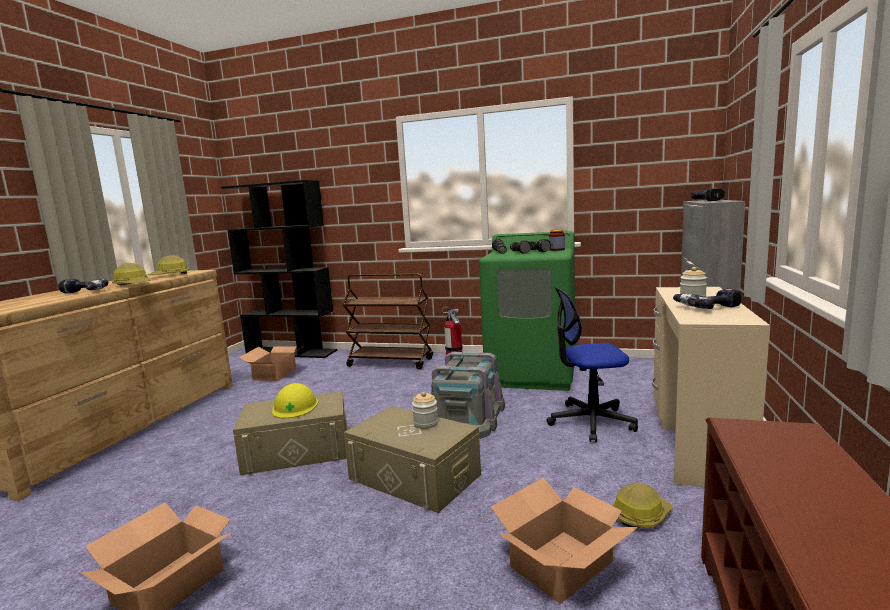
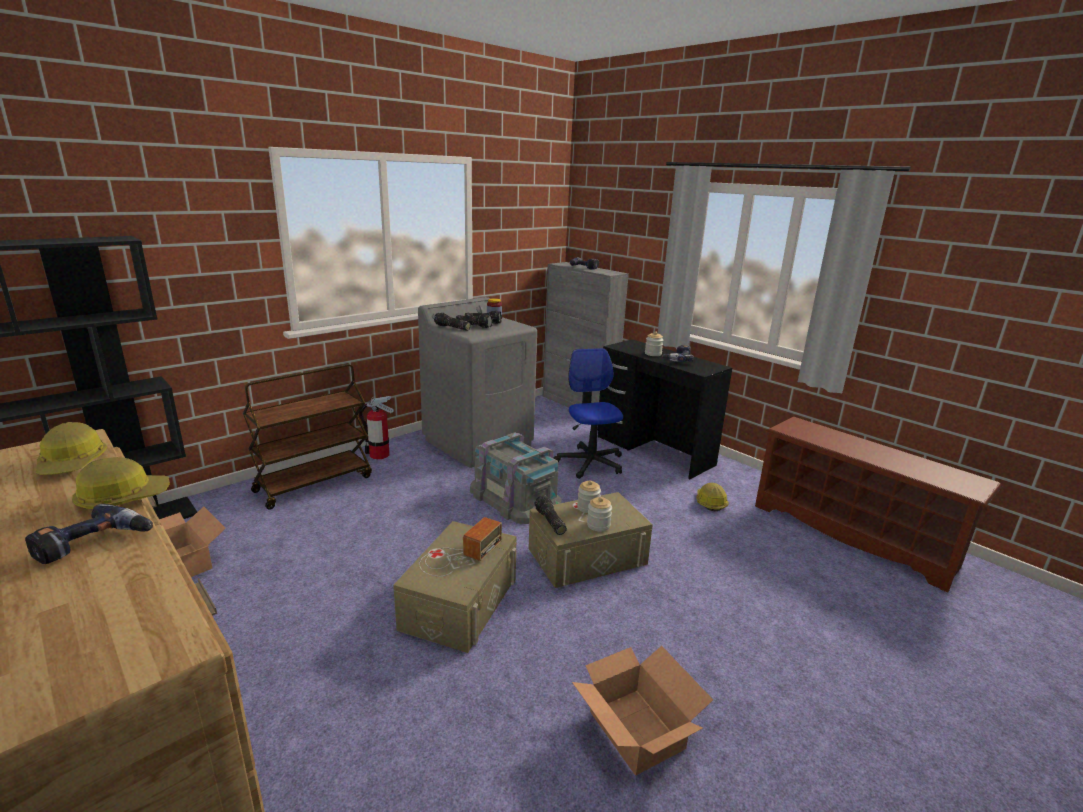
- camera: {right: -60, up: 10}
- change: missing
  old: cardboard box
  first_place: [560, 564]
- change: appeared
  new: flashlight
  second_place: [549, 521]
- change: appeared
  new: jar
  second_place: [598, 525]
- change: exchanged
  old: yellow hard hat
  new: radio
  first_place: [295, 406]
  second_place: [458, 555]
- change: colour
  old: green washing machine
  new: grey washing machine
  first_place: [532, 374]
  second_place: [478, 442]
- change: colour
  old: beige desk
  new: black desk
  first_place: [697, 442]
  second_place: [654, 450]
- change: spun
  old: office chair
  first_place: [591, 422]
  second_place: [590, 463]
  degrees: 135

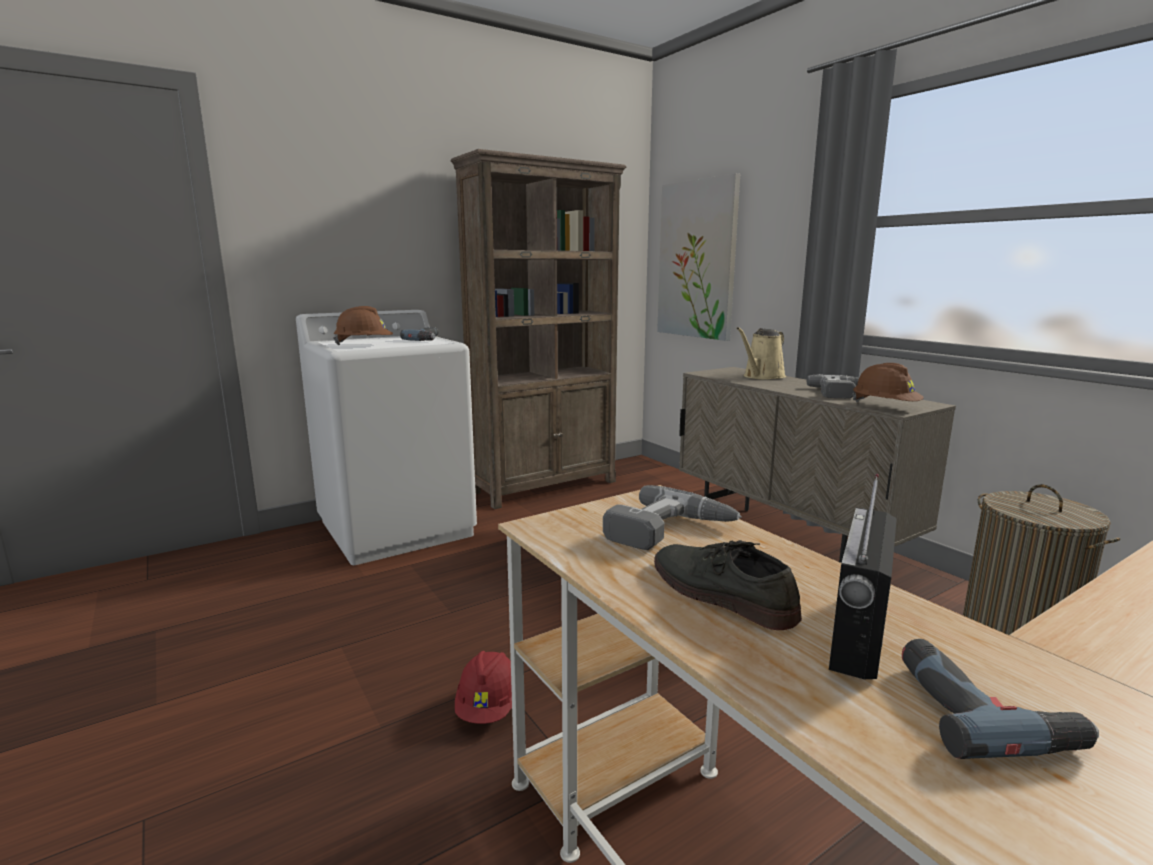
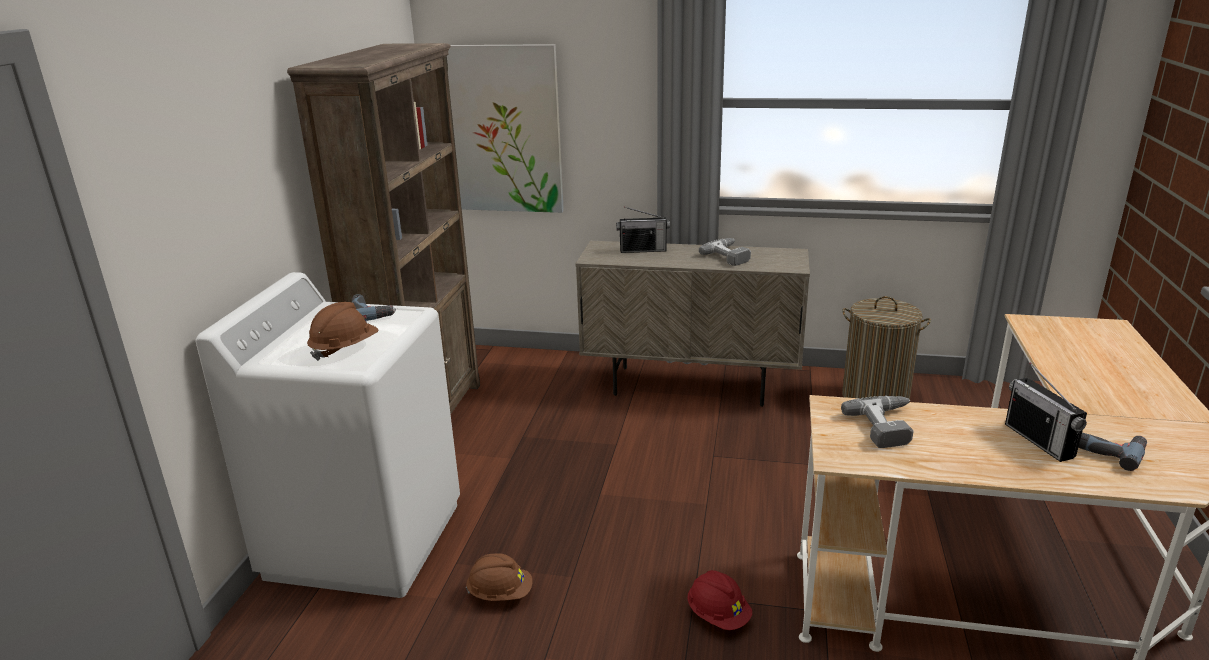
- camera: {right: -45, up: 10}
- change: missing
  old: grey shoe
  first_place: [719, 593]
- change: relocated
  old: brown hard hat
  first_place: [885, 407]
  second_place: [500, 593]
- change: exchanged
  old: beige watering can
  new: radio
  first_place: [762, 377]
  second_place: [643, 250]

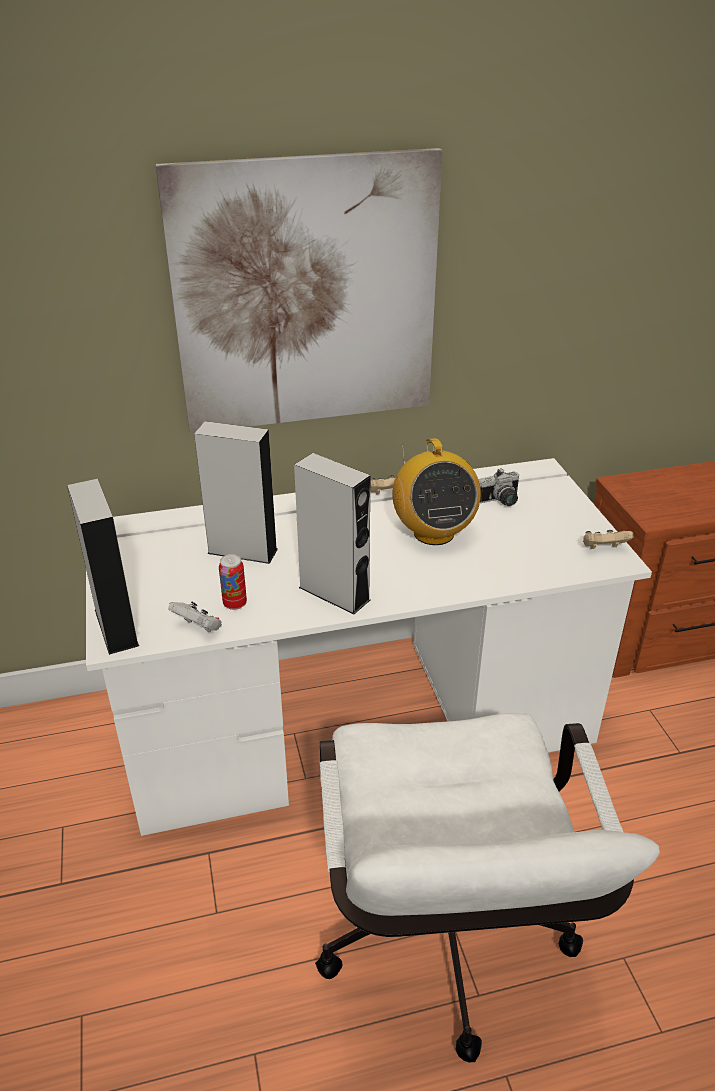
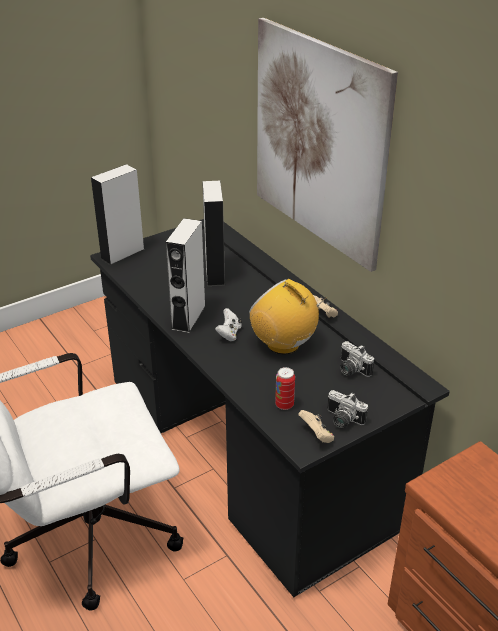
- camera: {right: 70, up: 0}
- change: appeared
  new: photo camera
  second_place: [342, 420]
- change: relocated
  old: white game controller
  first_place: [198, 627]
  second_place: [229, 334]
- change: relocated
  old: can
  first_place: [235, 604]
  second_place: [284, 405]
- change: colour
  old: white desk
  new: black desk
  first_place: [357, 719]
  second_place: [249, 448]
- change: spun
  old: radio
  first_place: [433, 533]
  second_place: [283, 344]
  degrees: 75

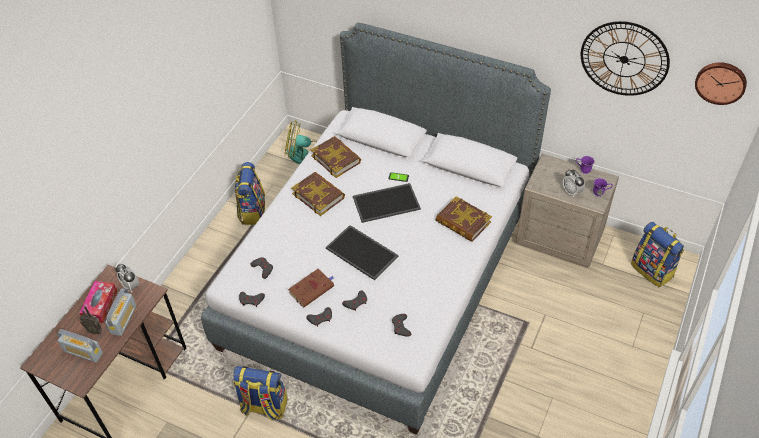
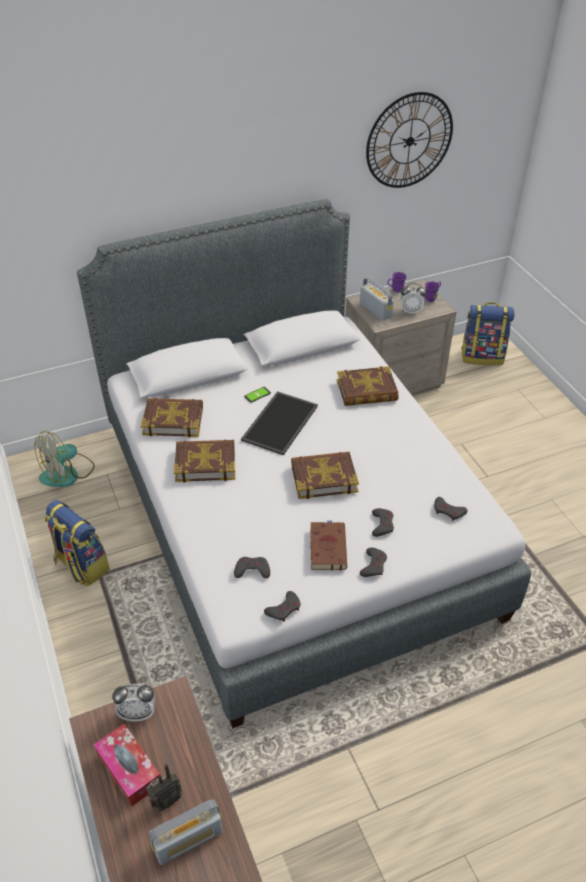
- camera: {right: -50, up: -5}
- change: missing
  old: backpack
  first_place: [263, 406]
- change: missing
  old: wall clock
  first_place: [721, 82]
- change: relocated
  old: radio
  first_place: [123, 319]
  second_place: [375, 310]
- change: exchanged
  old: tray
  new: book
  first_place: [363, 252]
  second_place: [323, 478]

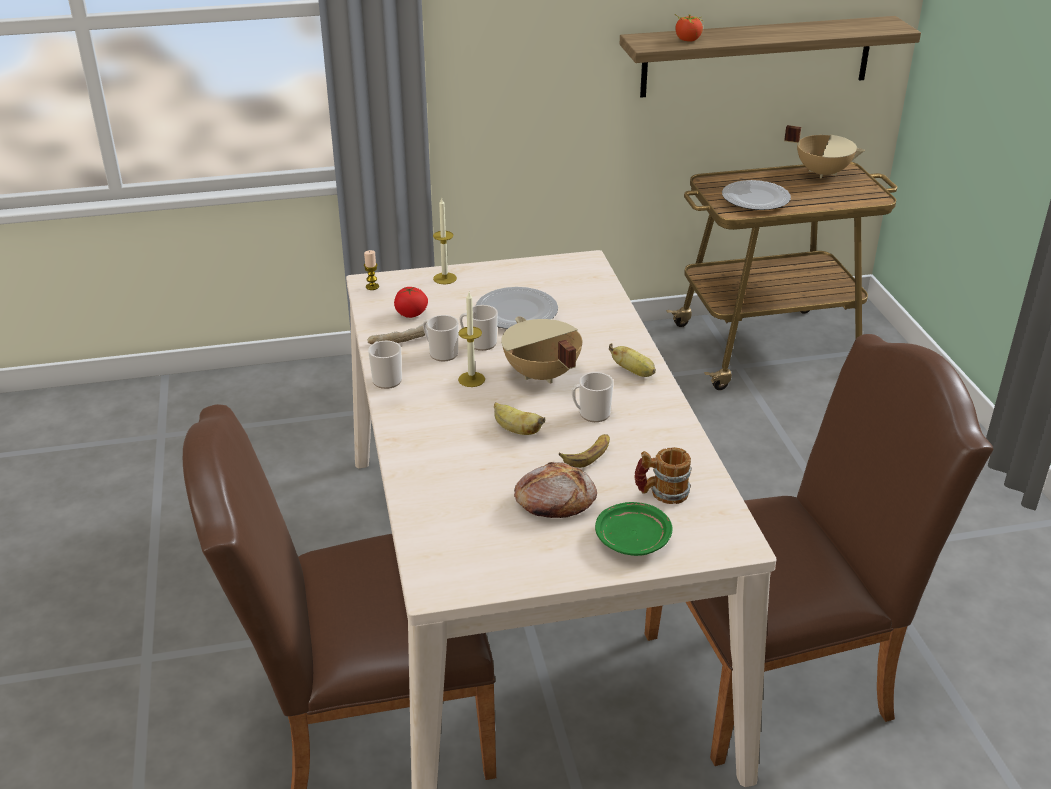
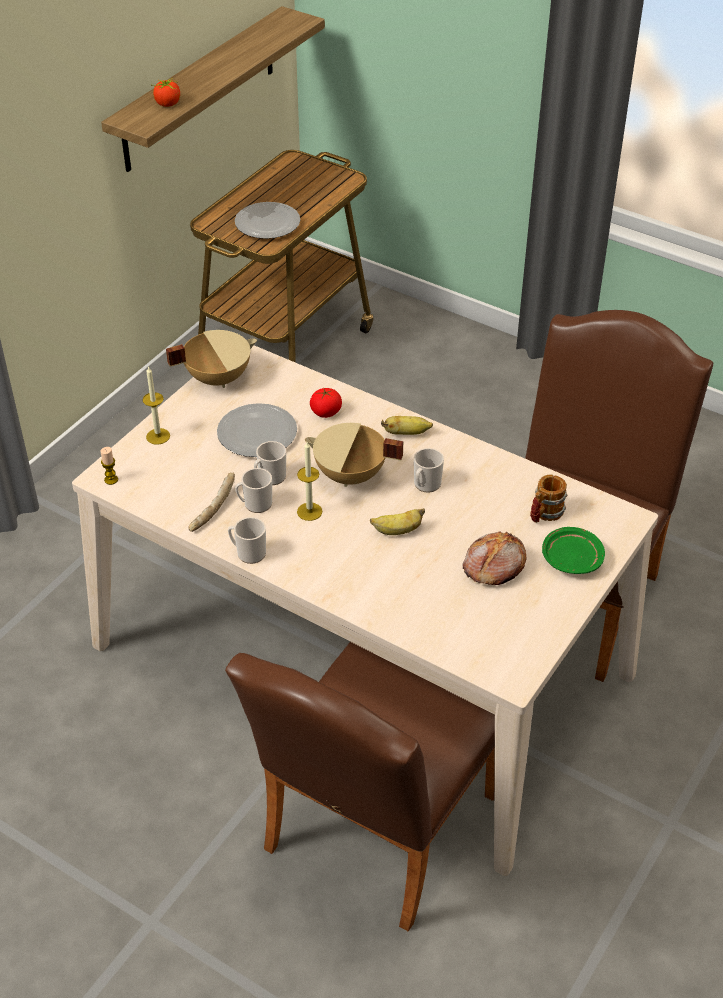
- camera: {right: -45, up: 10}
- change: missing
  old: banana
  first_place: [588, 454]
- change: relocated
  old: tomato
  first_place: [411, 314]
  second_place: [326, 412]
- change: relocated
  old: beige cooking pot
  first_place: [822, 172]
  second_place: [217, 377]

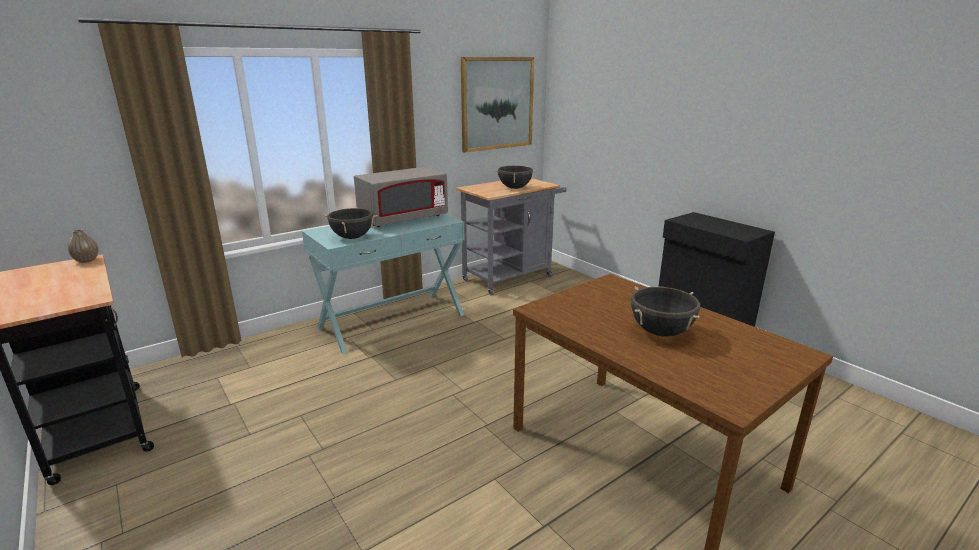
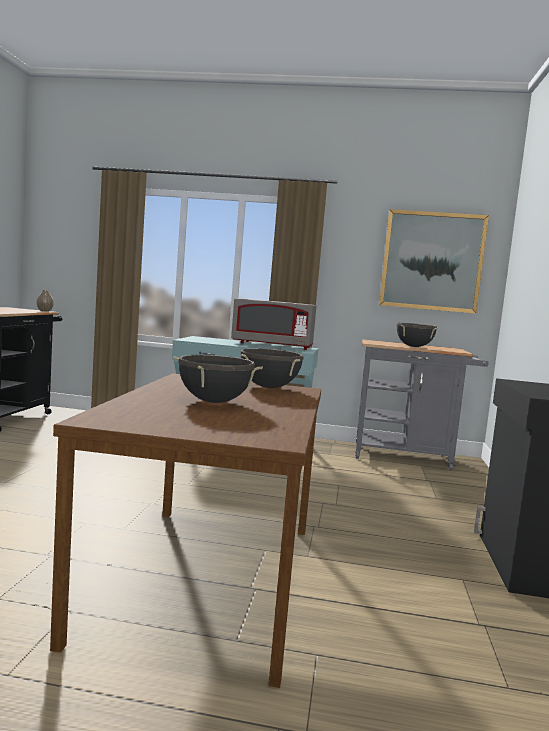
- camera: {right: 45, up: -15}
- change: relocated
  old: black cooking pot
  first_place: [352, 237]
  second_place: [269, 387]

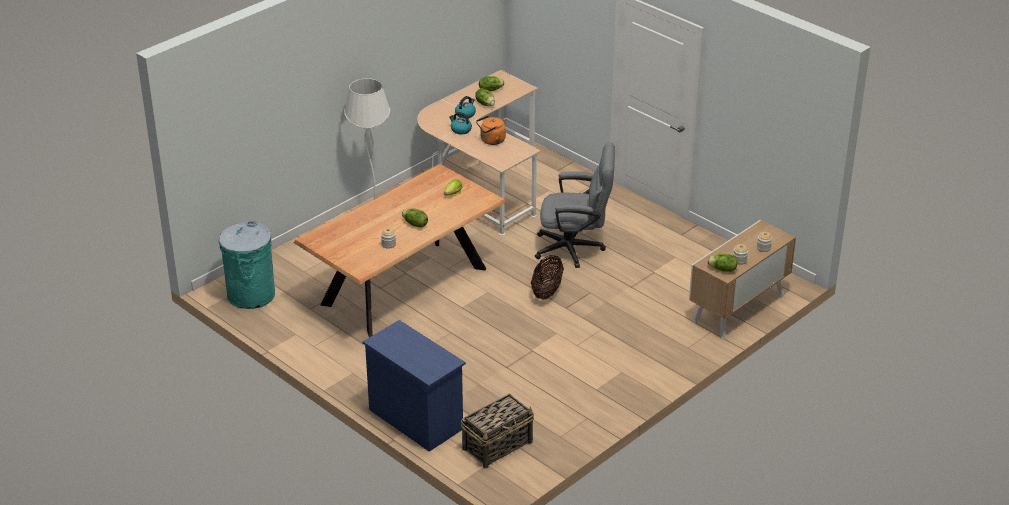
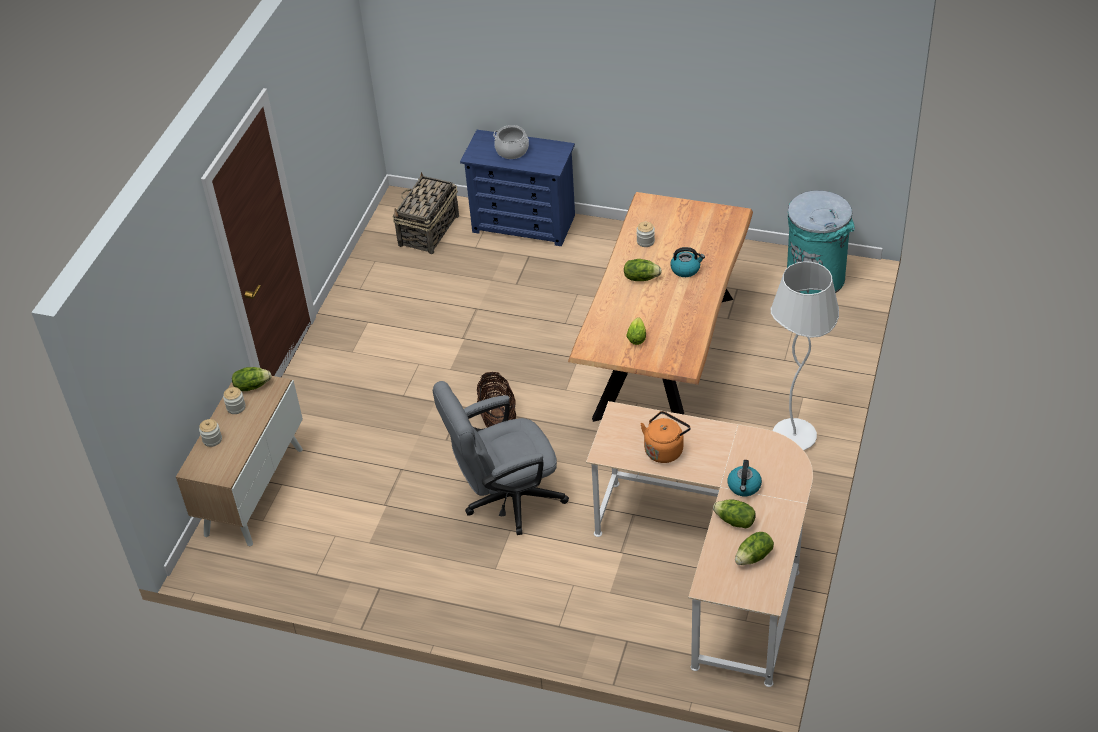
- camera: {right: 155, up: 10}
- change: appeared
  new: cooking pot
  second_place: [512, 150]
- change: relocated
  old: kettle
  first_place: [460, 130]
  second_place: [686, 269]

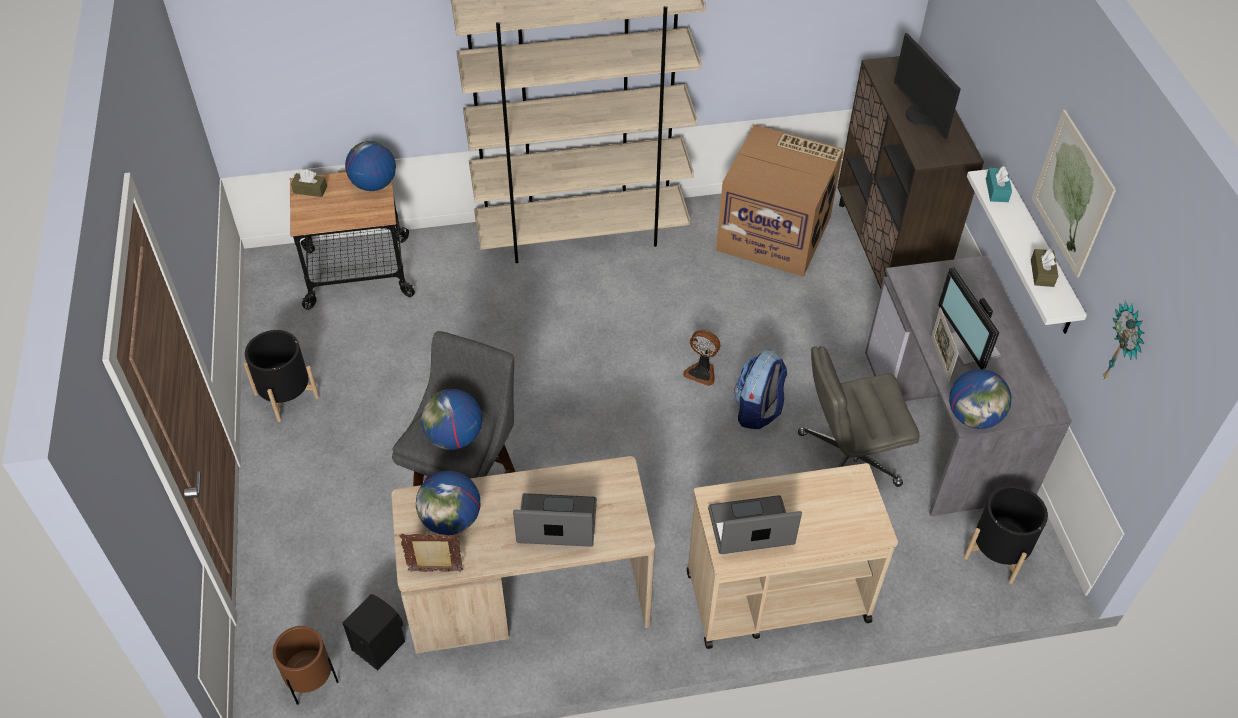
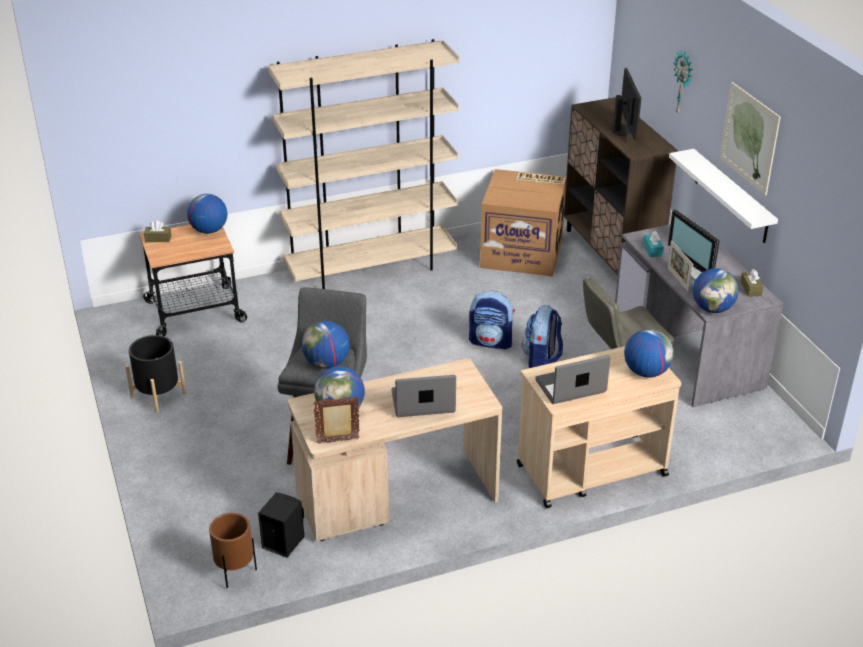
- camera: {right: -10, up: -15}
- change: missing
  old: black planter
  first_place: [997, 552]
- change: appeared
  new: globe
  second_place: [646, 372]
- change: relocated
  old: turquoise tissue box
  first_place: [996, 190]
  second_place: [652, 250]
- change: relocated
  old: brown tissue box
  first_place: [1042, 273]
  second_place: [750, 289]
- change: relocated
  old: wall clock
  first_place: [1124, 345]
  second_place: [683, 82]
- change: exchanged
  old: fan
  new: backpack
  first_place: [701, 372]
  second_place: [491, 342]
- change: spun
  old: monitor
  first_place: [921, 116]
  second_place: [625, 130]
  degrees: -150

